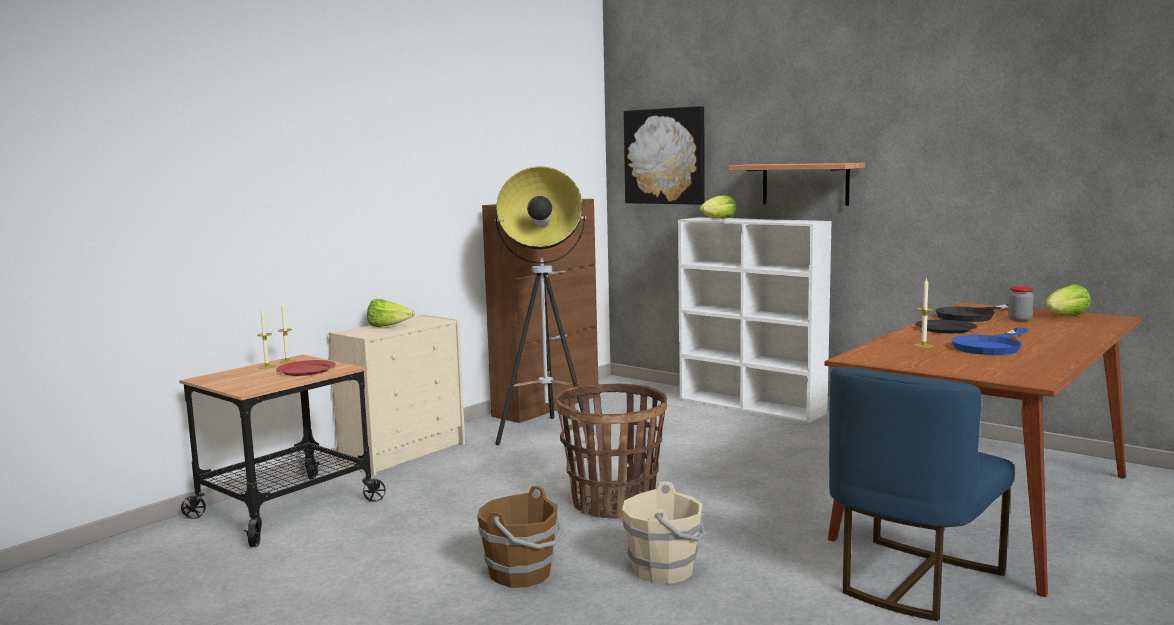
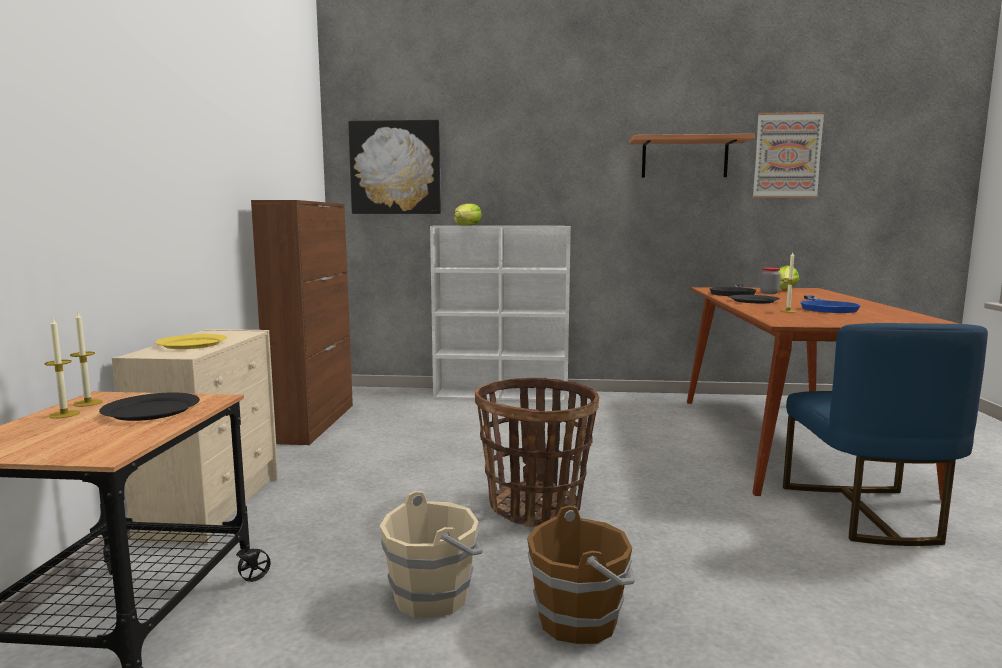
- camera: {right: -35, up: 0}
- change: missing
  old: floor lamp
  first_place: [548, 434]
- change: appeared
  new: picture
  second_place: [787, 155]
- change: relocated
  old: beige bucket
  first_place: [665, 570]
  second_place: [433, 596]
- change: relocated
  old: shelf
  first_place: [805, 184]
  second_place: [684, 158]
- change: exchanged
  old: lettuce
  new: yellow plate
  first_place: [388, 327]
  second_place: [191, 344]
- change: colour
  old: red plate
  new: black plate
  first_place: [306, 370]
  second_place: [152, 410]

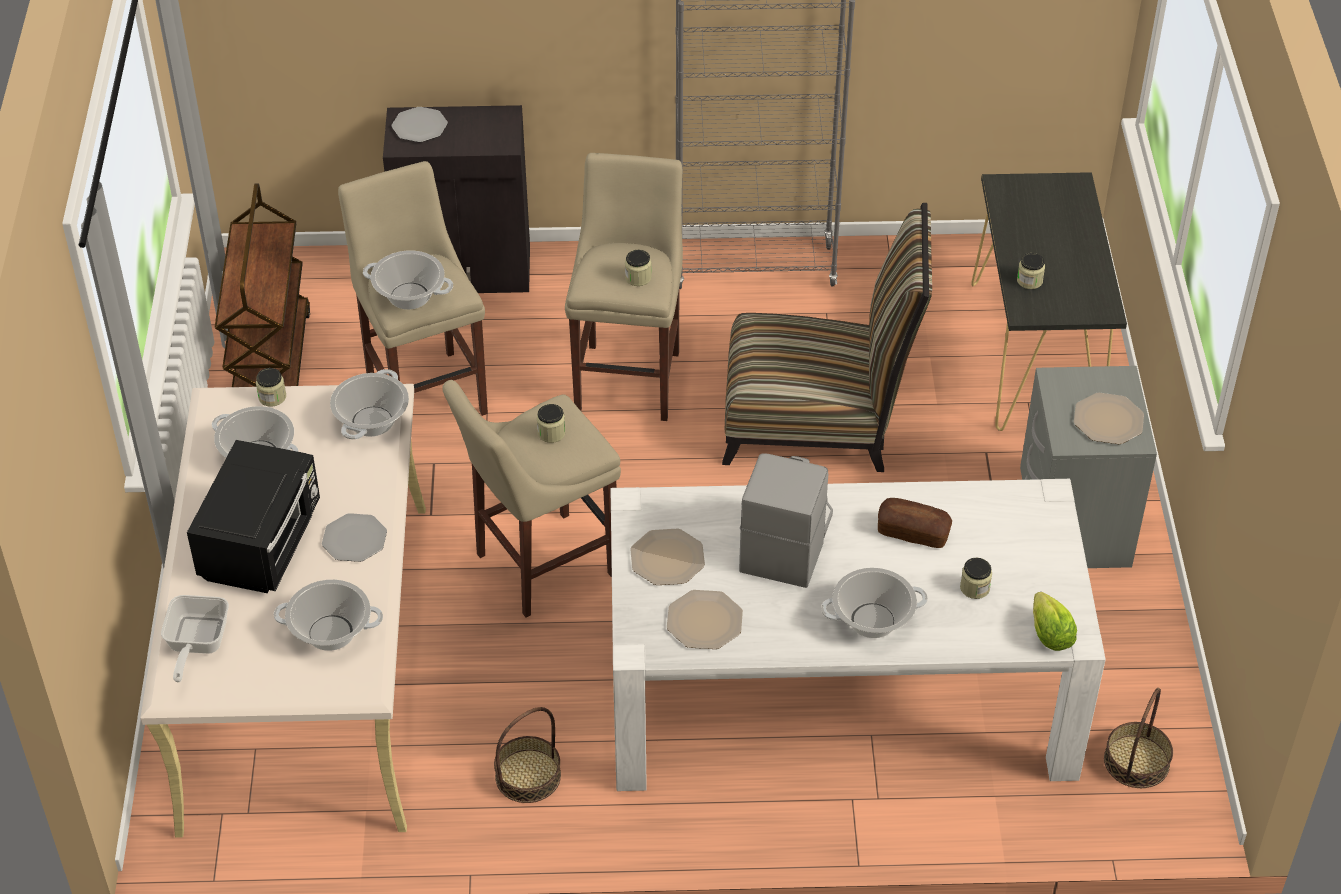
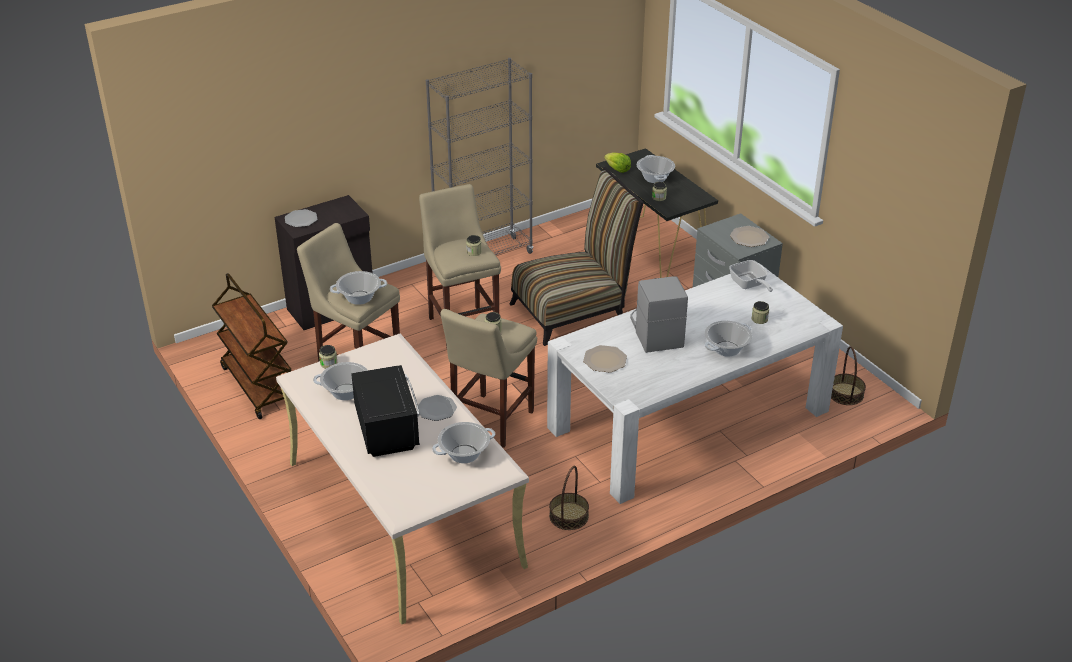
- camera: {right: -30, up: -10}
- change: missing
  old: plate
  first_place: [705, 621]
- change: missing
  old: bread
  first_place: [913, 532]
- change: relocated
  old: frying pan
  first_place: [195, 644]
  second_place: [749, 285]
- change: relocated
  old: cooking pot
  first_place: [372, 421]
  second_place: [655, 178]
- change: relocated
  old: lettuce
  first_place: [1049, 634]
  second_place: [617, 169]

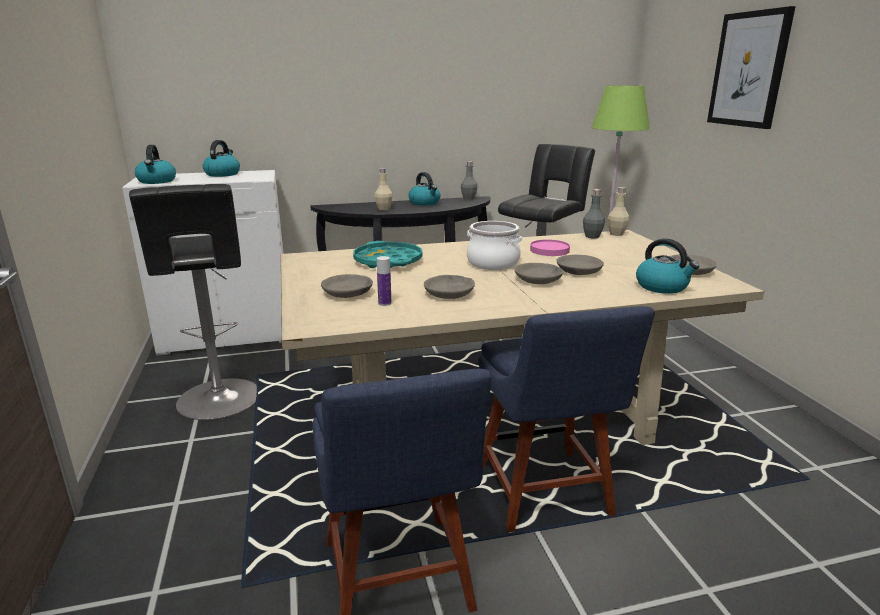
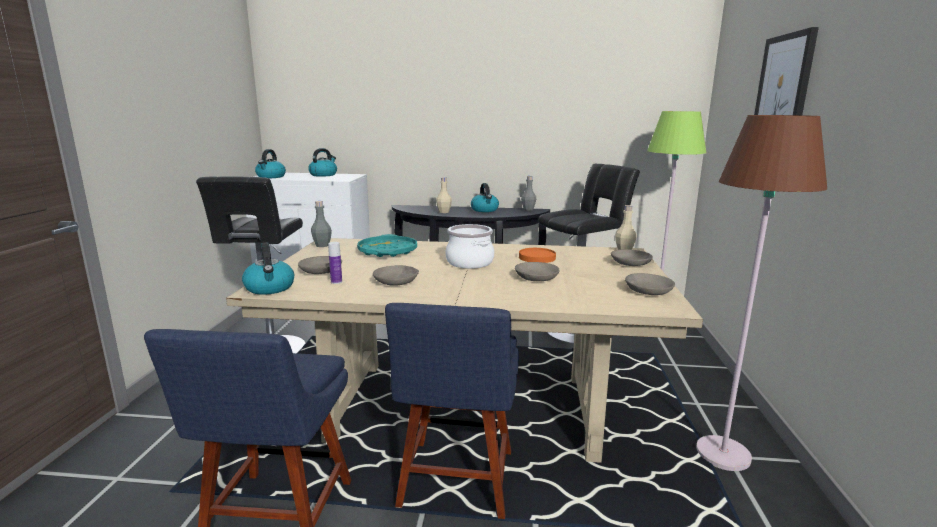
- camera: {right: 20, up: -5}
- change: appeared
  new: brown floor lamp
  second_place: [723, 454]
- change: relocated
  old: grey bowl
  first_place: [538, 280]
  second_place: [631, 263]
- change: relocated
  old: grey bottle
  first_place: [592, 236]
  second_place: [322, 245]
- change: relocated
  old: kettle
  first_place: [662, 287]
  second_place: [270, 288]
- change: colour
  old: pink plate
  new: orange plate
  first_place: [549, 250]
  second_place: [537, 258]

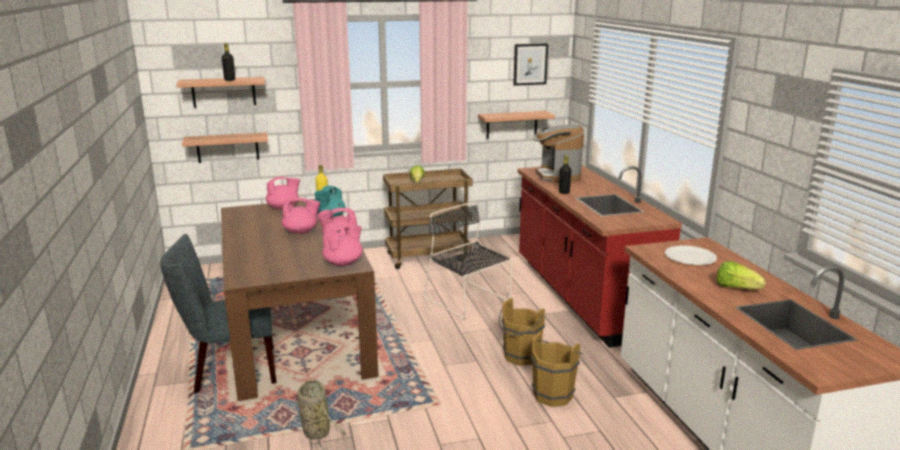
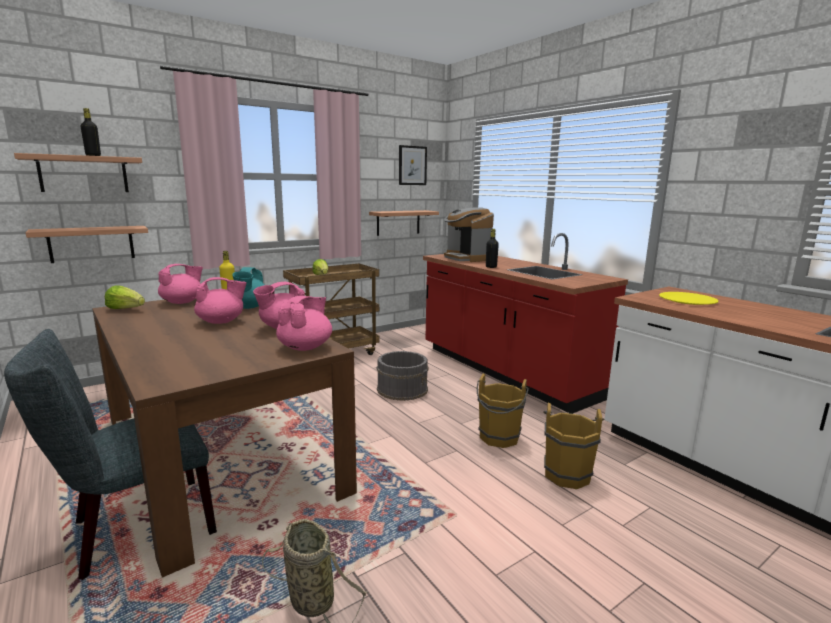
- camera: {right: -20, up: -5}
- change: relocated
  old: lettuce
  first_place: [736, 288]
  second_place: [126, 309]
- change: exchanged
  old: black chair
  new: grey bucket
  first_place: [468, 300]
  second_place: [402, 389]
- change: colour
  old: white plate
  new: yellow plate
  first_place: [690, 257]
  second_place: [687, 300]

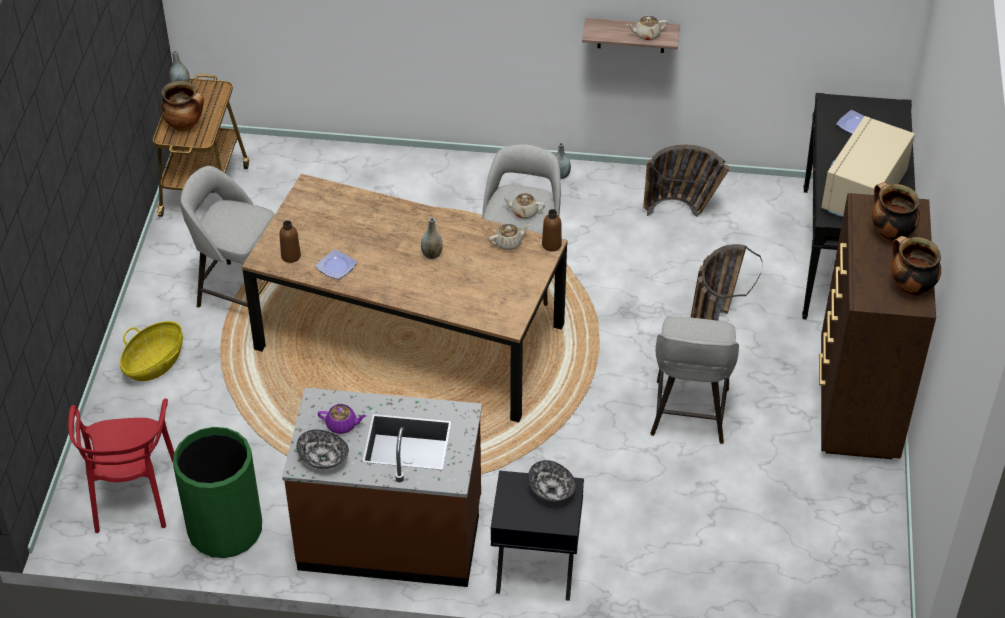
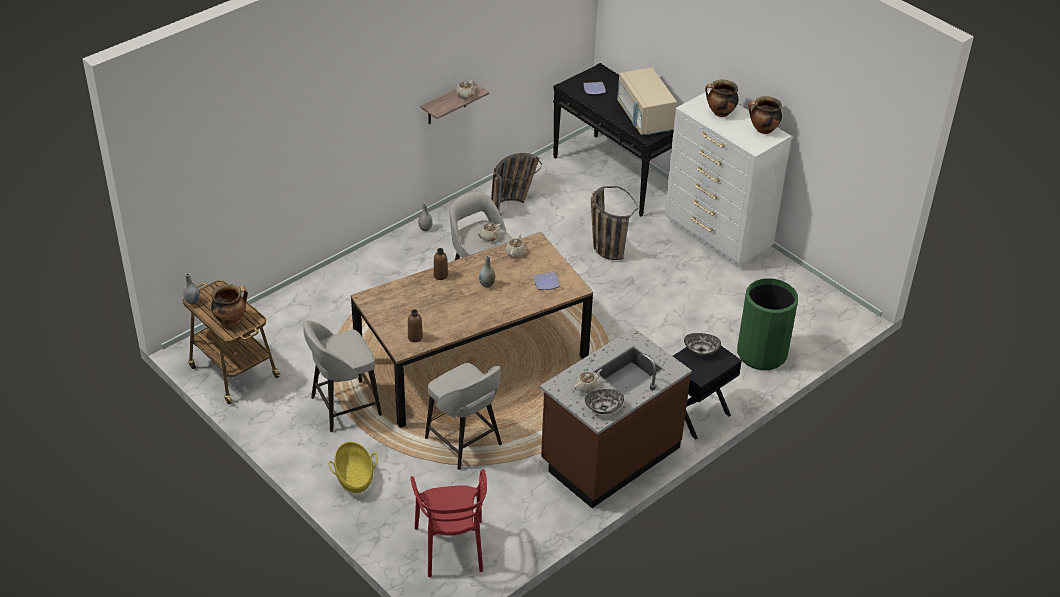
- camera: {right: -50, up: -5}
- change: relocated
  old: green trash can
  first_place: [225, 529]
  second_place: [762, 354]
- change: relocated
  old: plate
  first_place: [336, 266]
  second_place: [546, 282]
- change: relocated
  old: brown bottle
  first_place: [551, 245]
  second_place: [440, 275]
- change: relocated
  old: grey stool
  first_place: [689, 414]
  second_place: [465, 443]
- change: colour
  old: purple teapot
  new: beige teapot
  first_place: [342, 425]
  second_place: [587, 387]
- change: colour
  old: brown dresser
  new: white dresser
  first_place: [856, 403]
  second_place: [717, 236]
- change: spun
  old: red chair
  first_place: [132, 495]
  second_place: [451, 547]
  degrees: 45

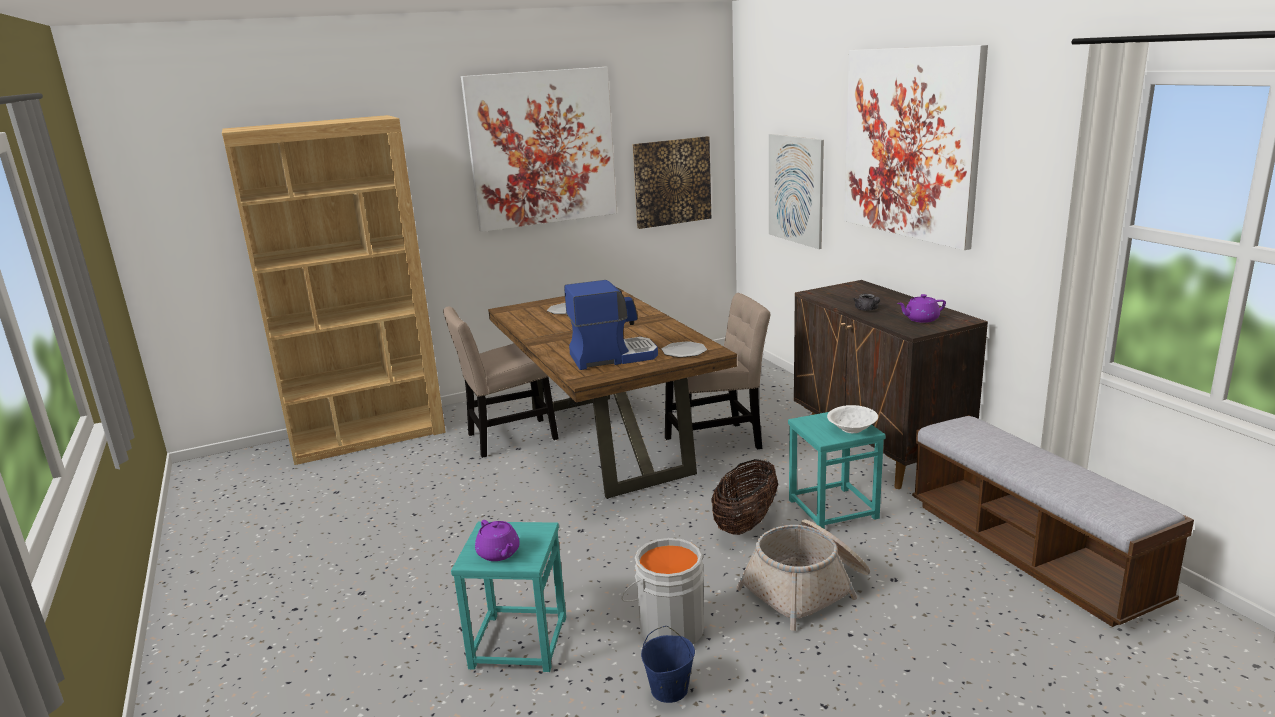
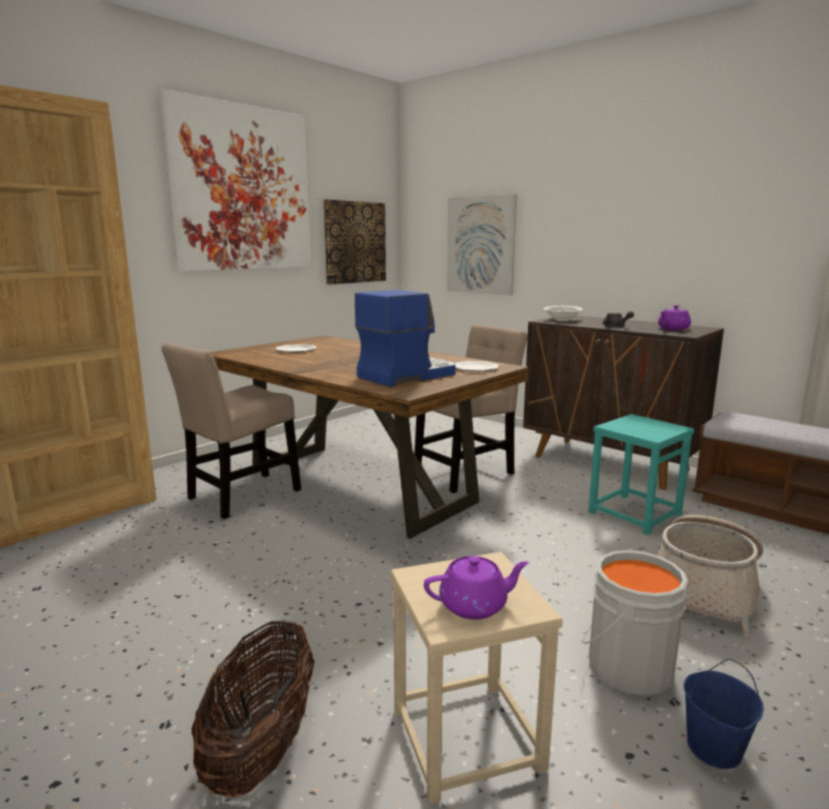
- camera: {right: -25, up: -5}
- change: missing
  old: picture
  first_place: [910, 143]
- change: relocated
  old: basket
  first_place: [745, 523]
  second_place: [262, 748]
- change: relocated
  old: white bowl
  first_place: [852, 429]
  second_place: [562, 319]
- change: colour
  old: turquoise stool
  new: beige stool
  first_place: [518, 642]
  second_place: [465, 738]
- change: spun
  old: purple teapot
  first_place: [499, 553]
  second_place: [475, 605]
  degrees: -45

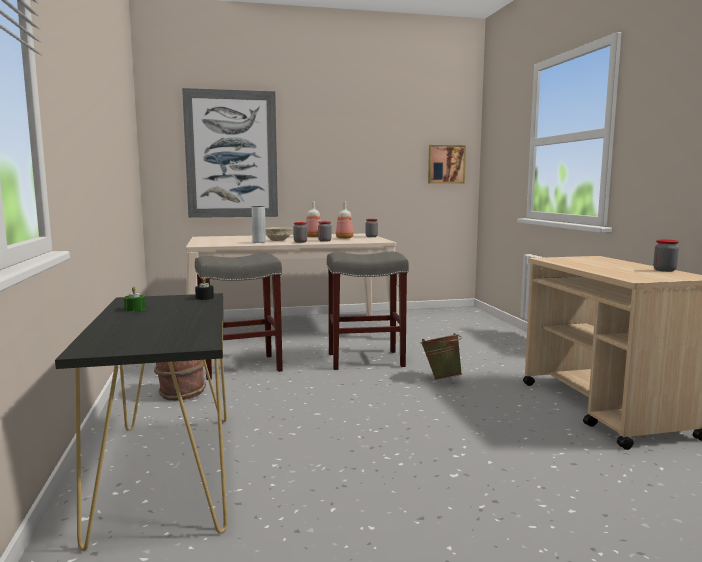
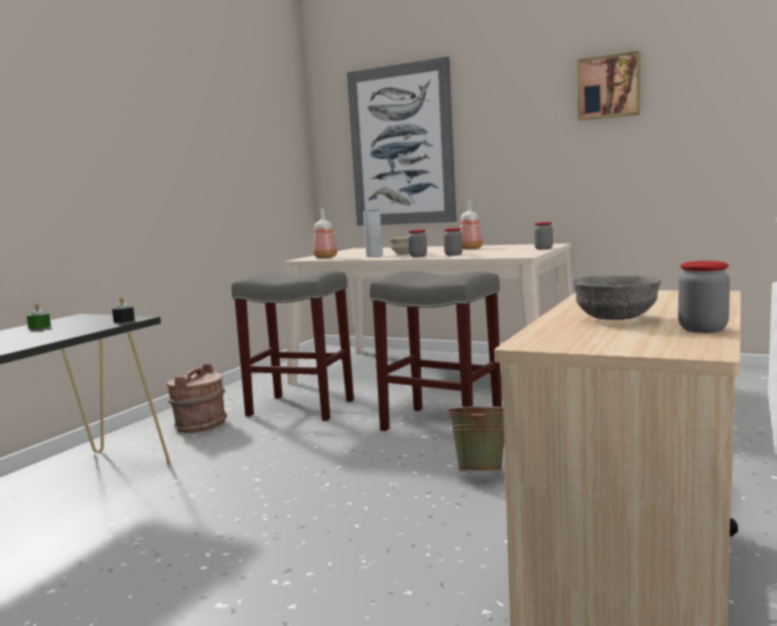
- camera: {right: 40, up: 0}
- change: appeared
  new: grey bowl
  second_place: [615, 319]
- change: relocated
  old: bottle
  first_place: [344, 238]
  second_place: [325, 257]
- change: relocated
  old: picture
  first_place: [446, 164]
  second_place: [609, 87]

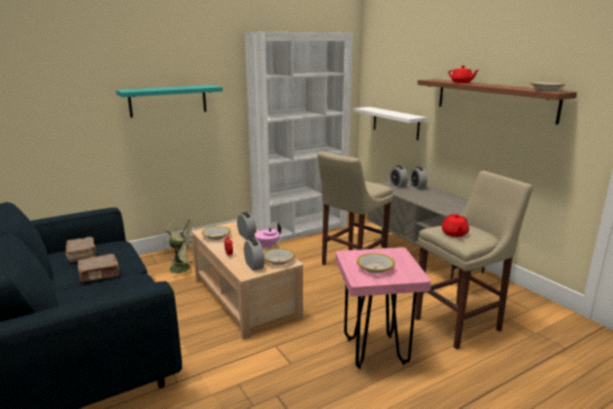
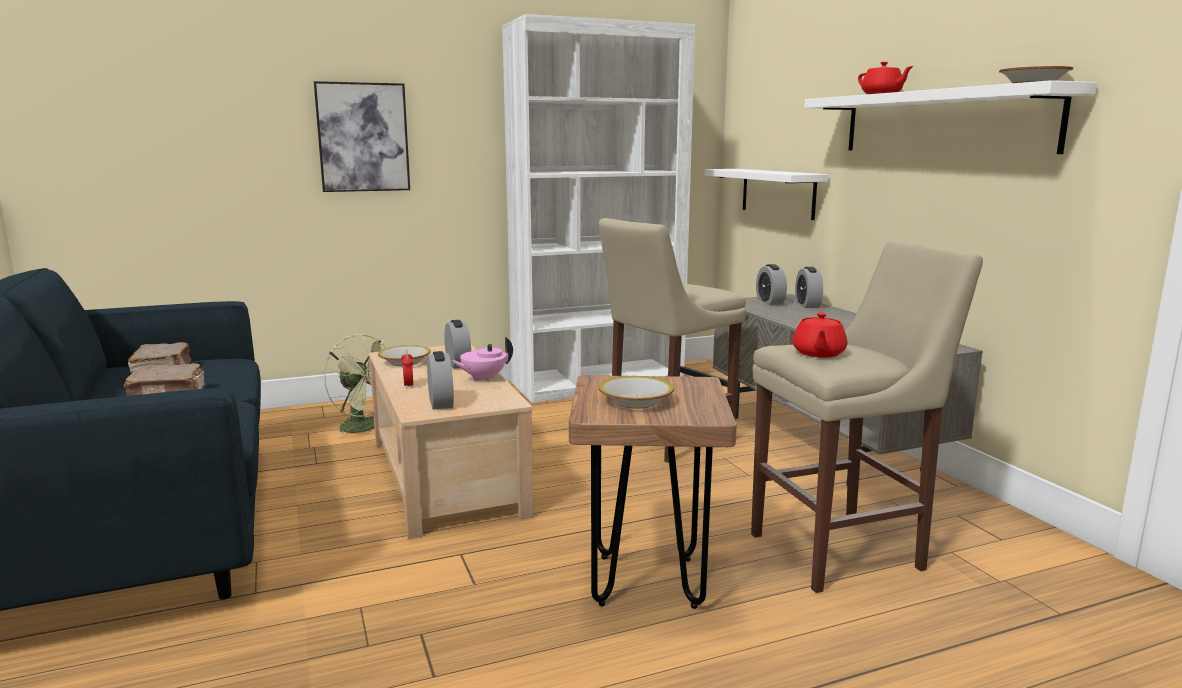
- camera: {right: 10, up: -5}
- change: missing
  old: bowl
  first_place: [279, 261]
- change: exchanged
  old: turquoise shelf
  new: picture
  first_place: [168, 101]
  second_place: [363, 137]
- change: colour
  old: pink stool
  new: brown stool
  first_place: [375, 351]
  second_place: [646, 581]
- change: colour
  old: brown shelf
  new: white shelf
  first_place: [493, 99]
  second_place: [943, 122]

